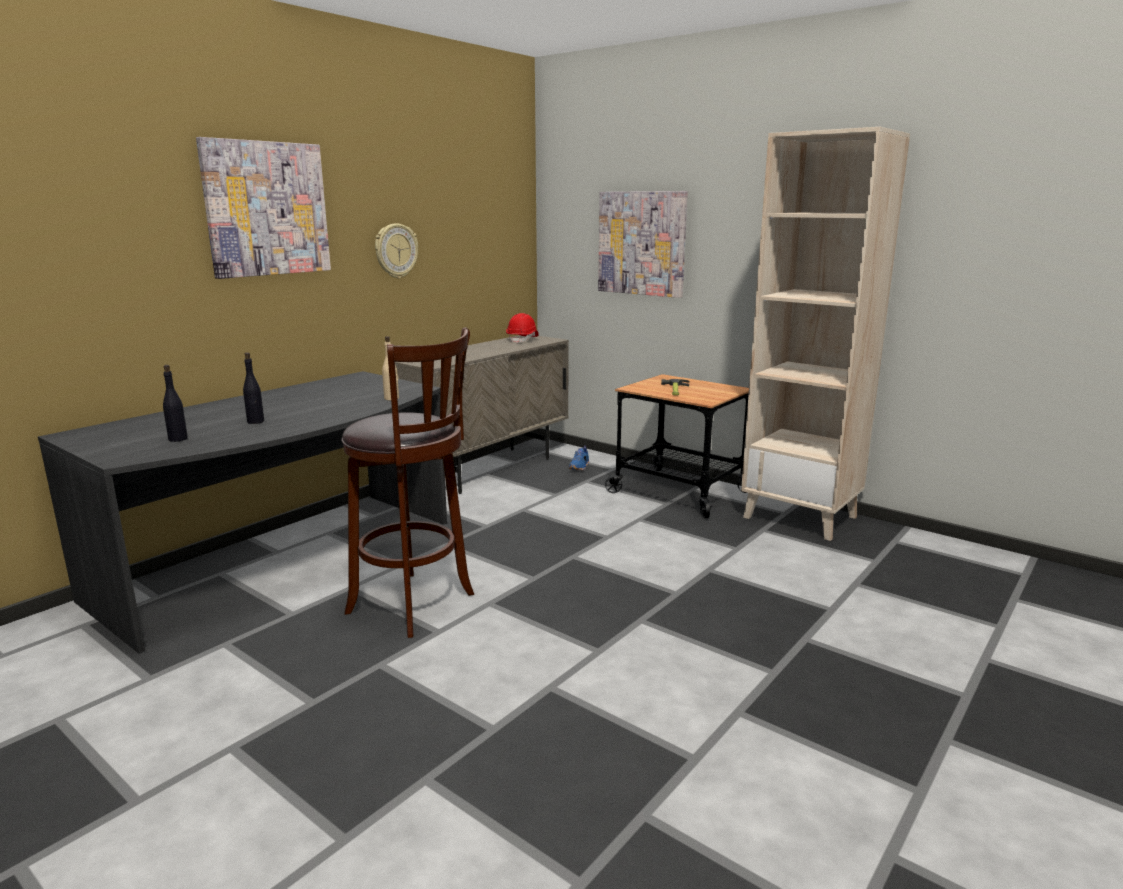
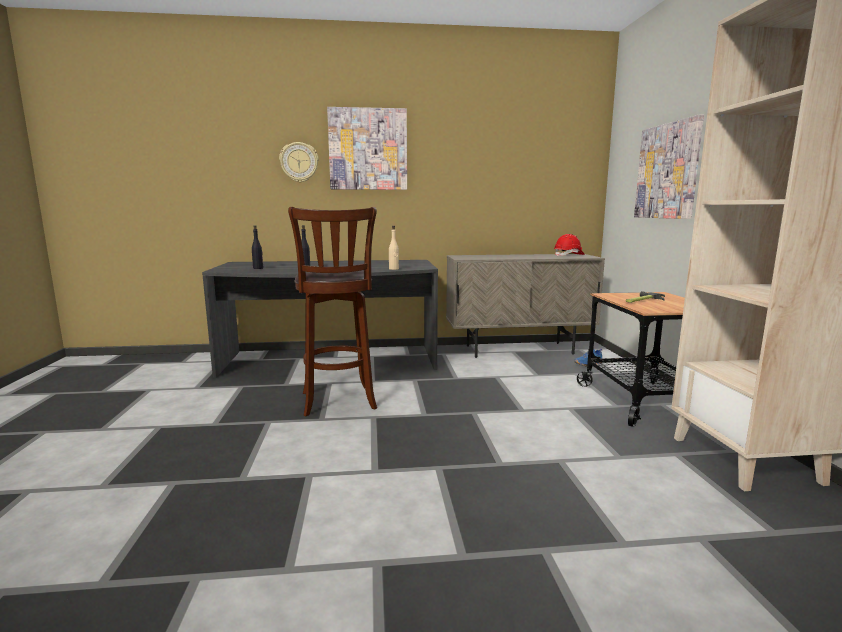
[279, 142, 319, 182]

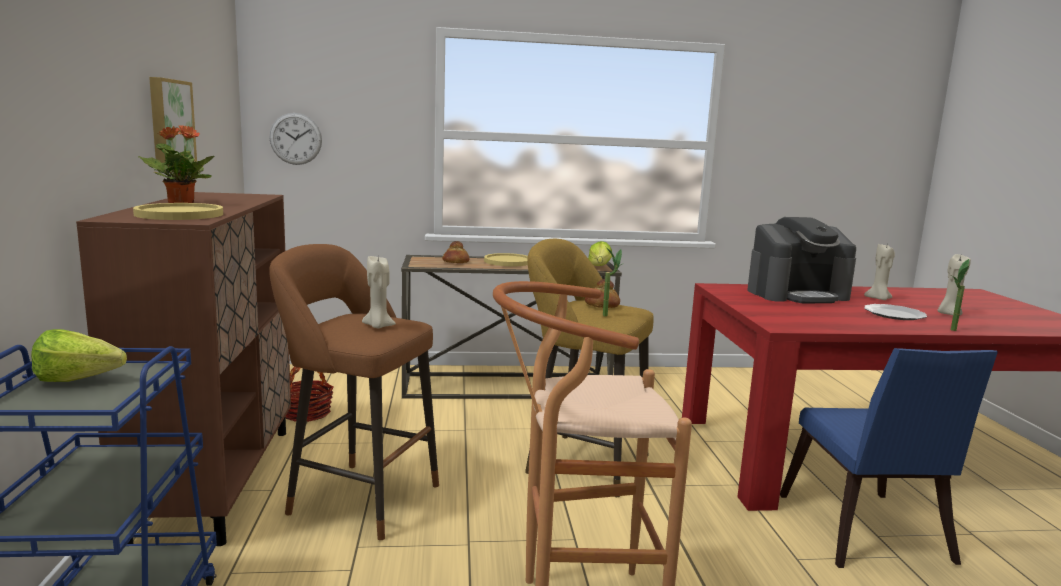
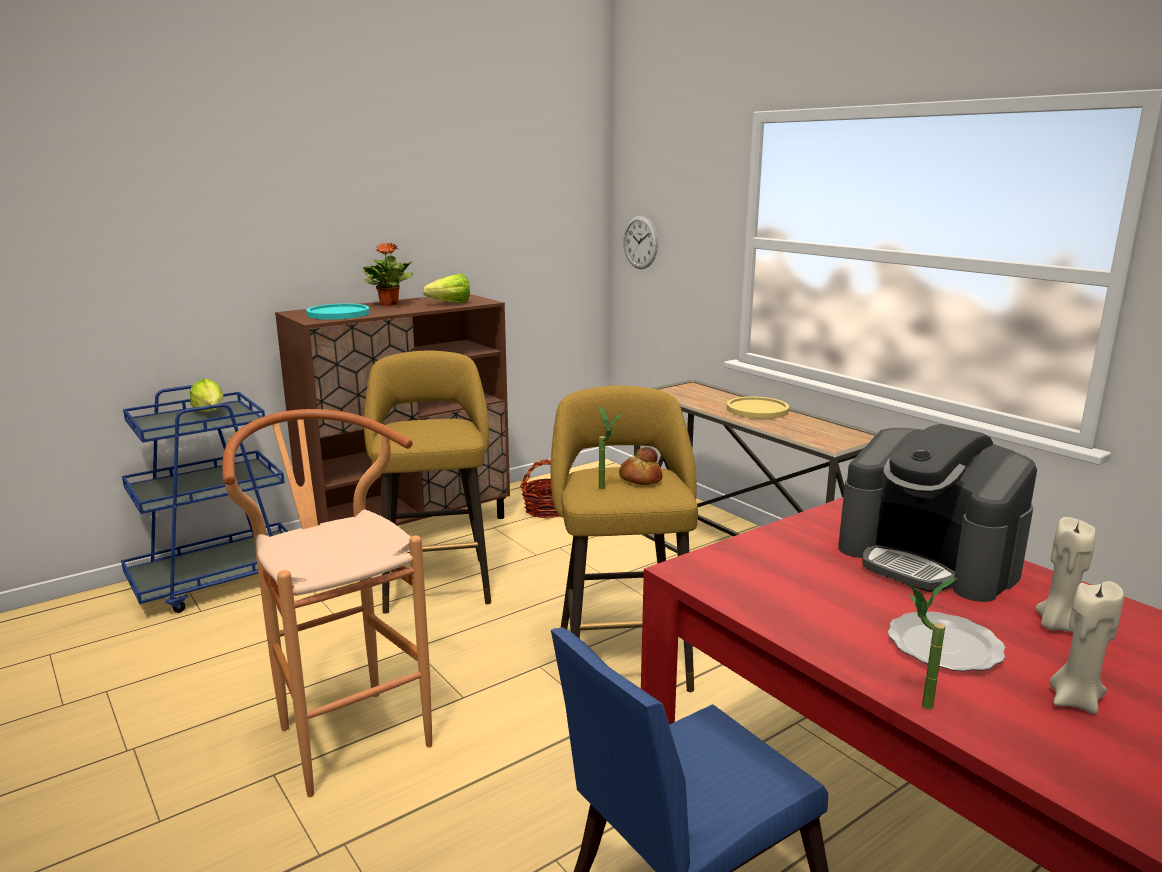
[149, 77, 197, 163] (first image)
[362, 256, 396, 328] (first image)
[442, 241, 469, 263] (first image)
[423, 274, 470, 303]
[306, 304, 370, 319]
[364, 351, 491, 614]

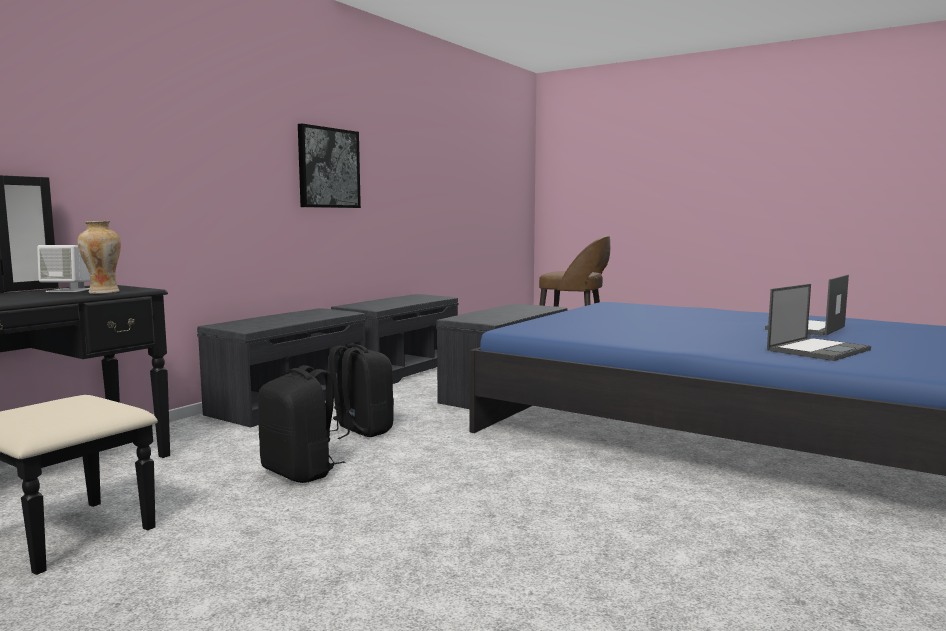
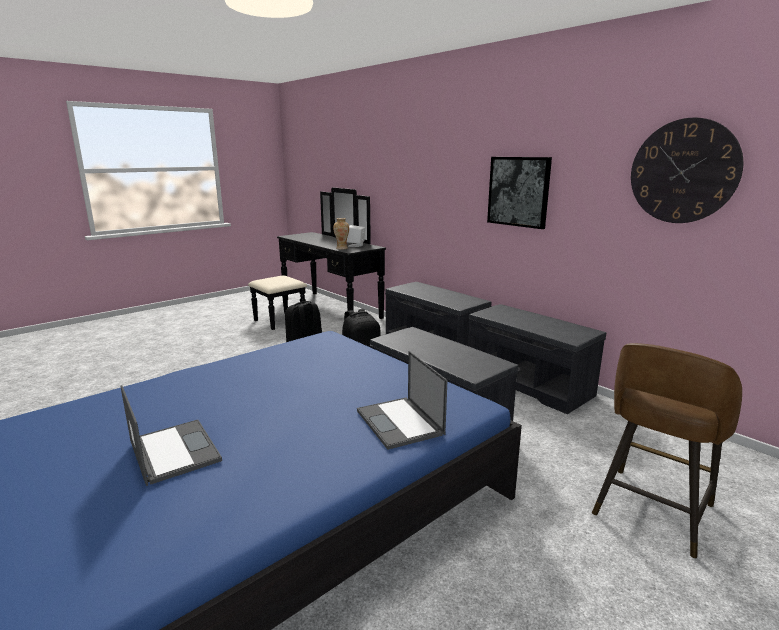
[631, 117, 743, 223]
[357, 351, 448, 450]

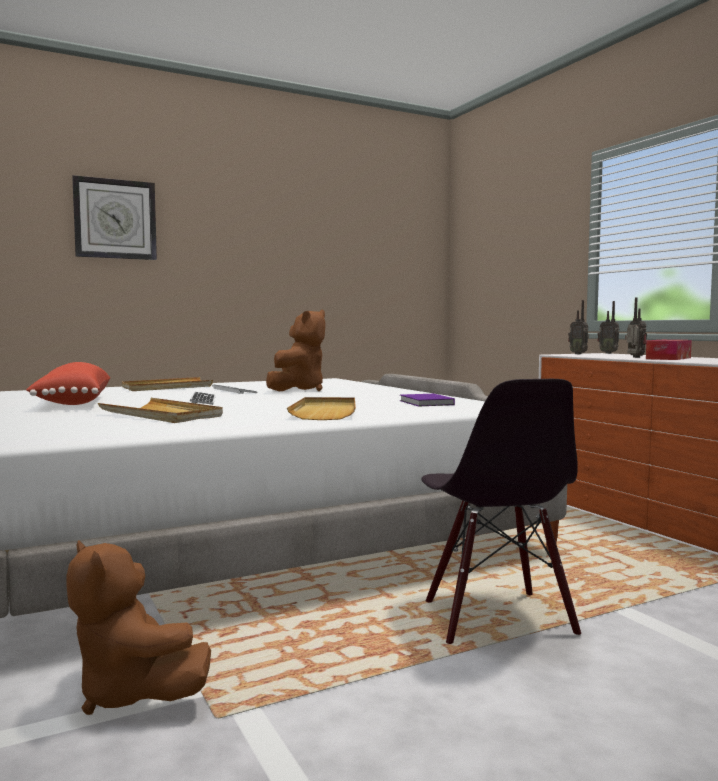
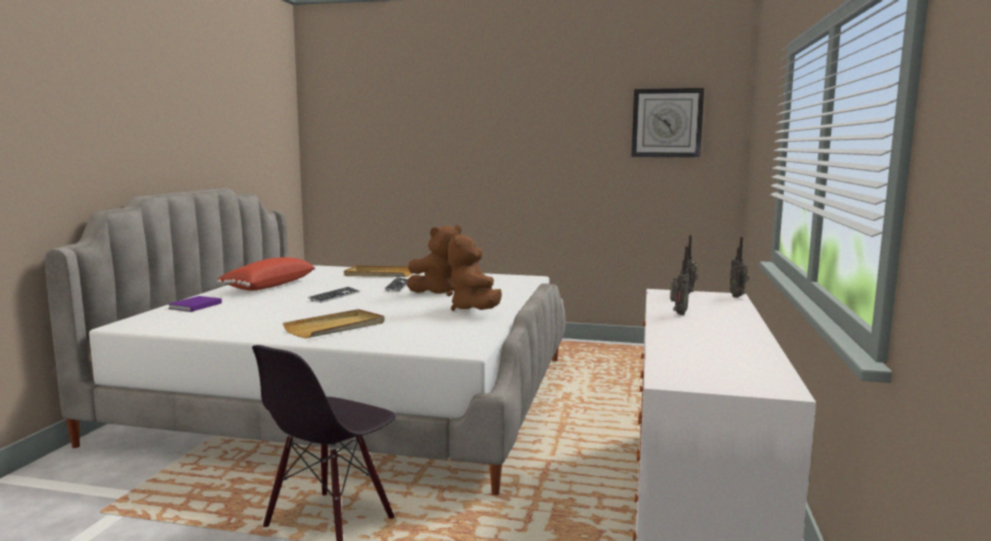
[98, 398, 223, 423] (first image)
[646, 340, 692, 360] (first image)
[448, 234, 502, 311]
[631, 88, 704, 158]
[168, 296, 222, 312]

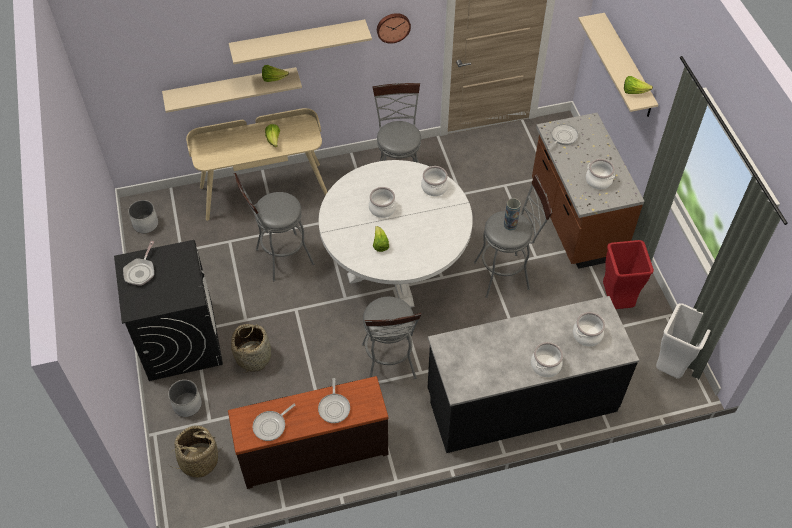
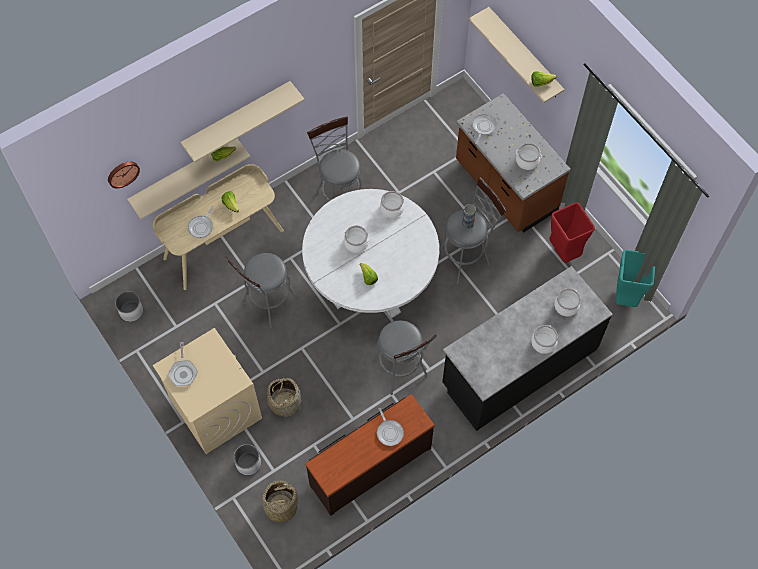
[188, 206, 214, 238]
[108, 162, 140, 188]
[153, 328, 262, 454]
[615, 250, 655, 307]

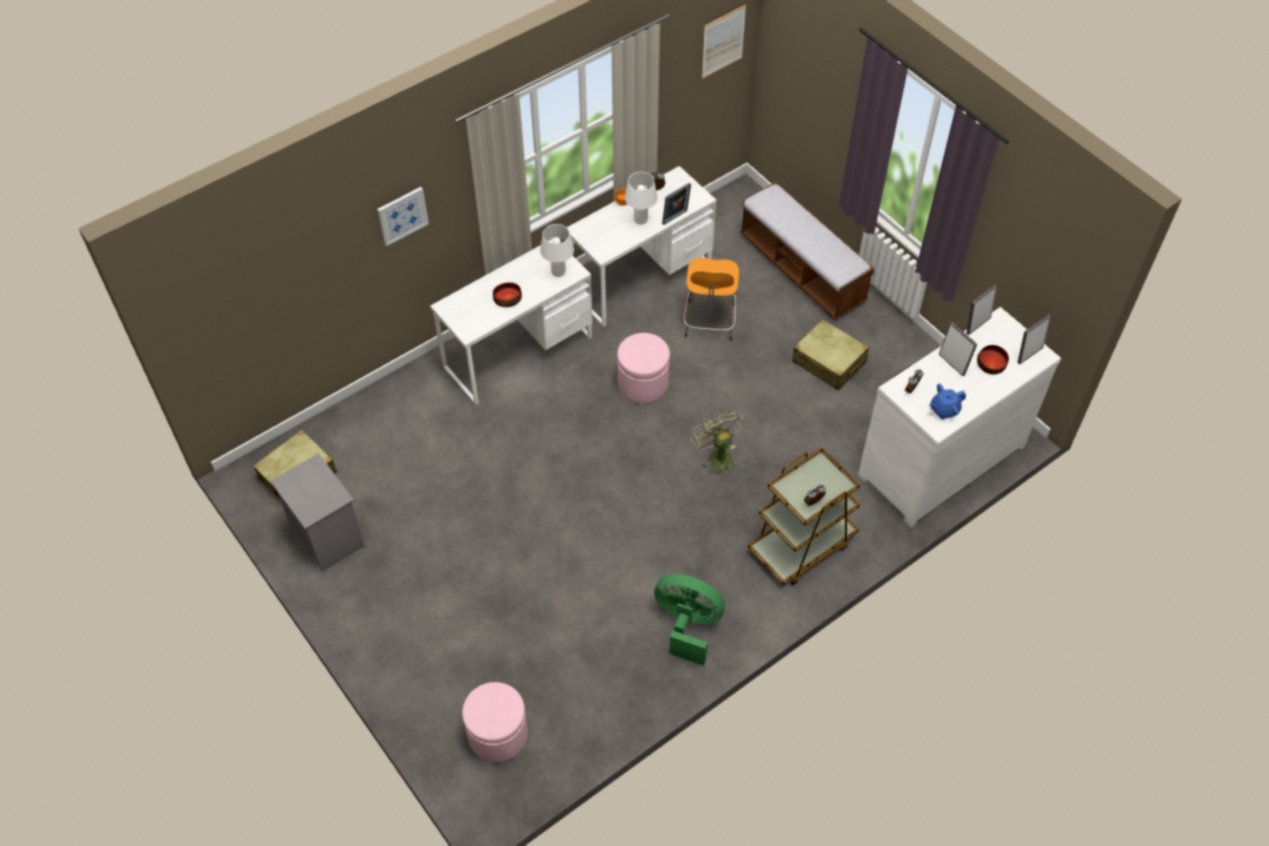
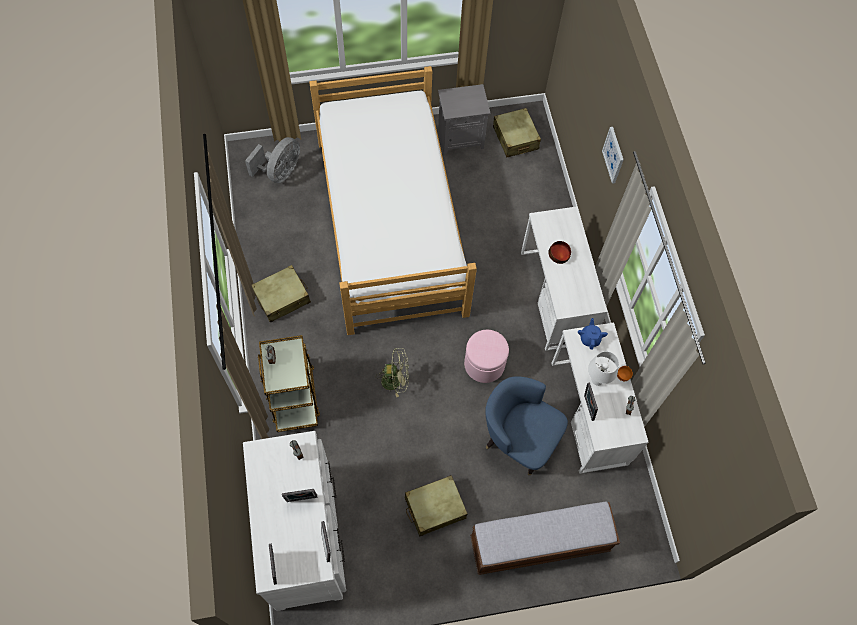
[540, 224, 574, 277] (first image)
[702, 5, 746, 79] (first image)
[977, 345, 1009, 374] (first image)
[309, 66, 477, 335]
[578, 318, 608, 350]
[245, 137, 300, 183]
[252, 265, 311, 323]
[485, 376, 568, 475]

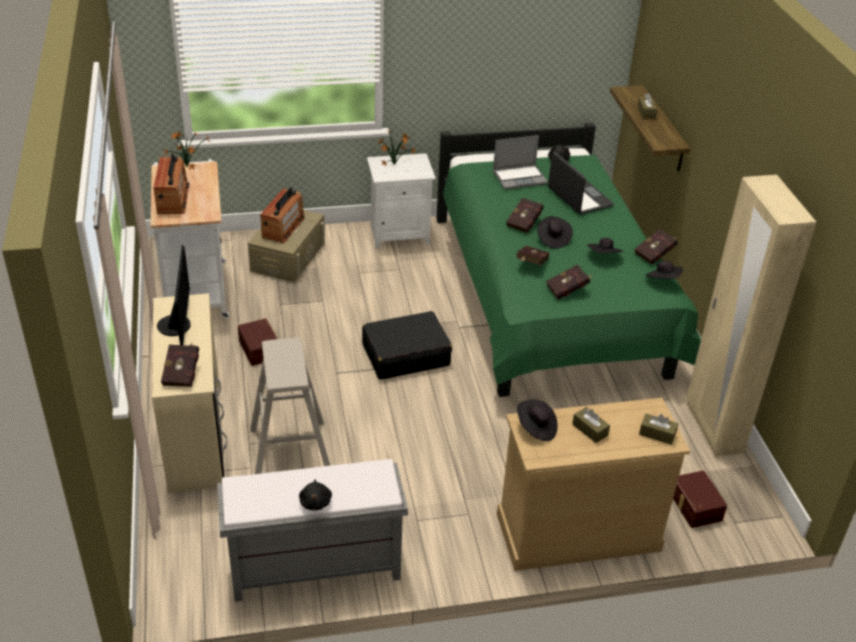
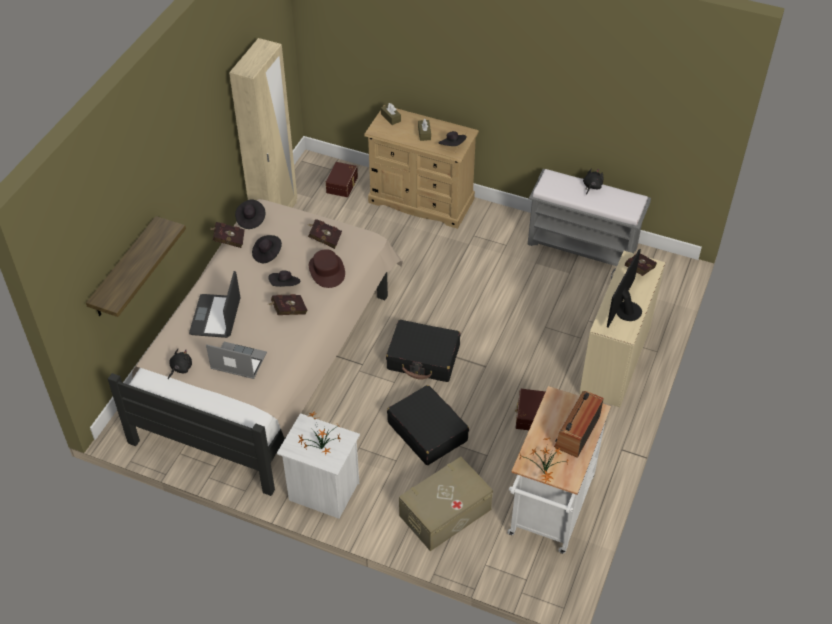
[250, 338, 330, 474] (first image)
[260, 187, 305, 243] (first image)
[638, 93, 658, 119] (first image)
[387, 385, 469, 465]
[309, 249, 345, 288]
[108, 199, 403, 496]

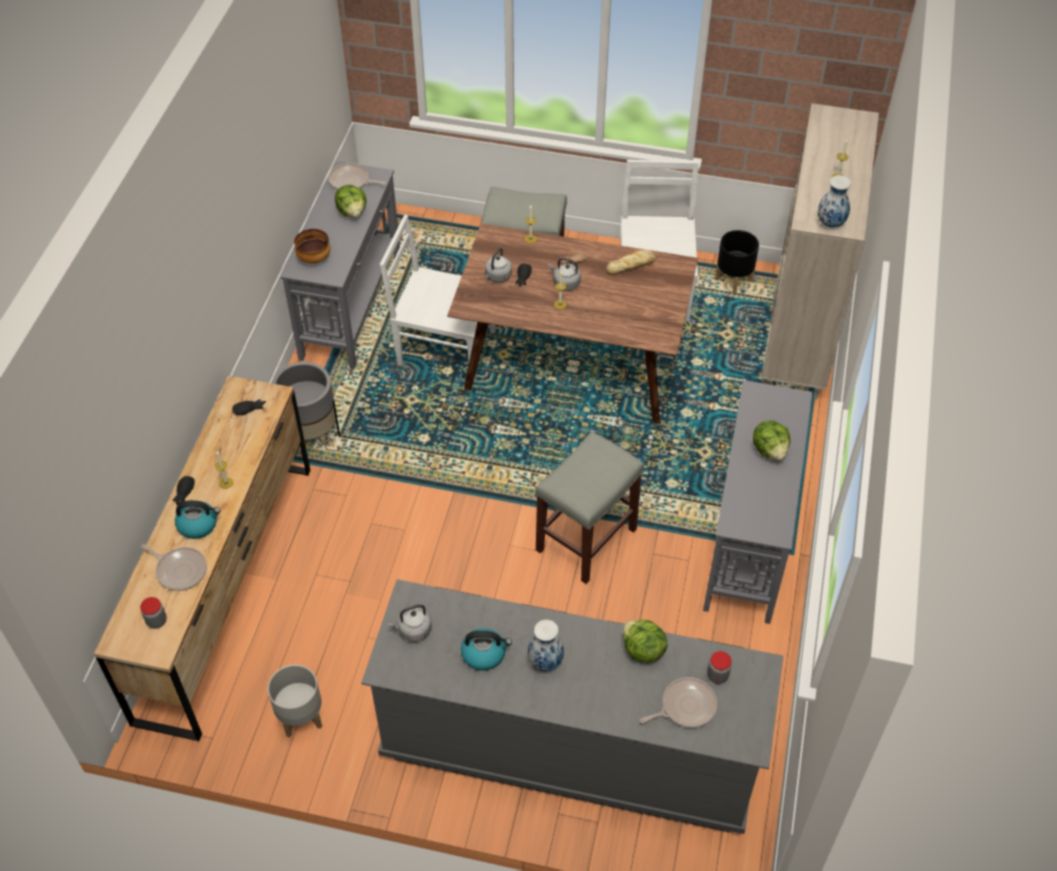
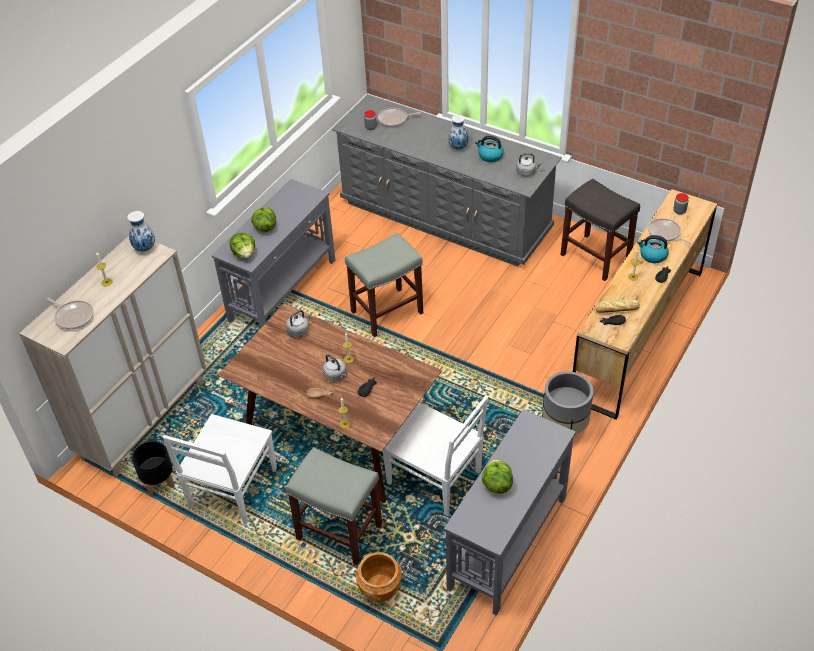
[294, 229, 330, 263] (first image)
[356, 552, 402, 602]
[46, 297, 94, 330]
[286, 310, 312, 337]
[596, 299, 640, 313]
[230, 233, 255, 258]
[560, 179, 640, 281]

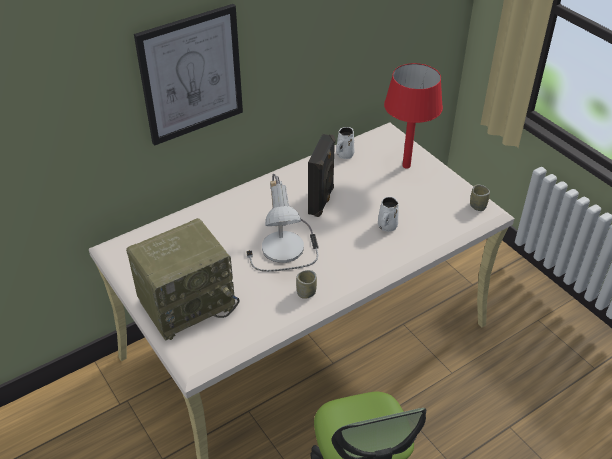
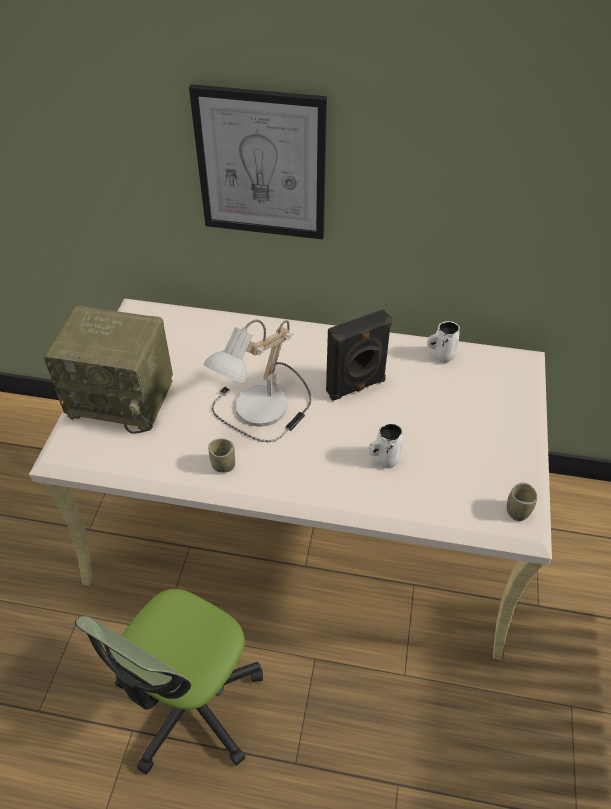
[384, 63, 443, 169] (first image)

